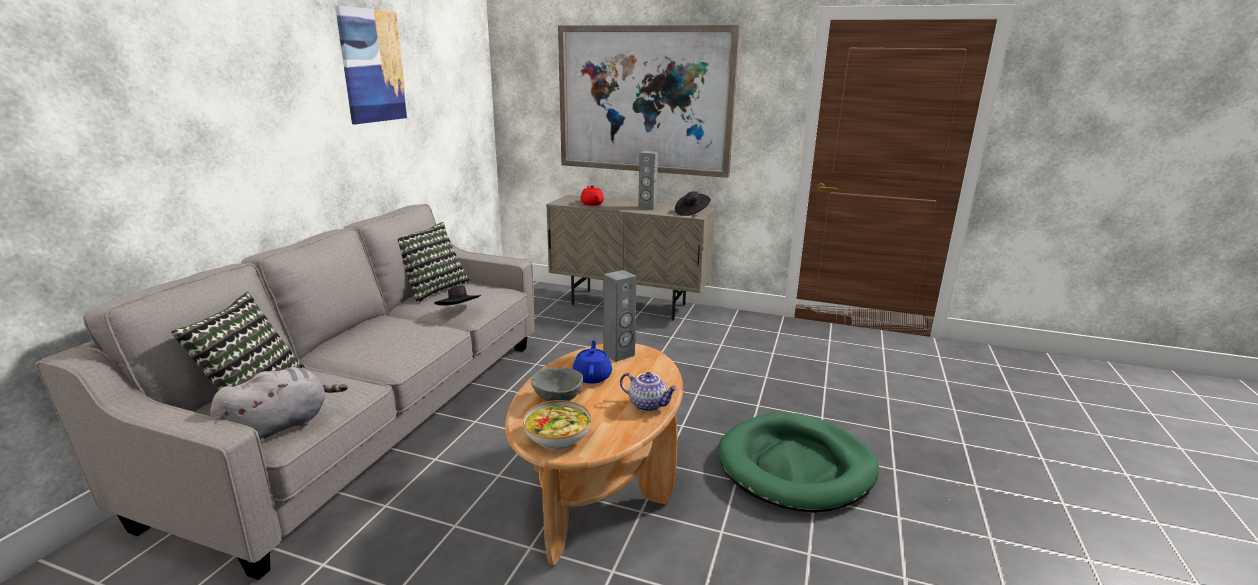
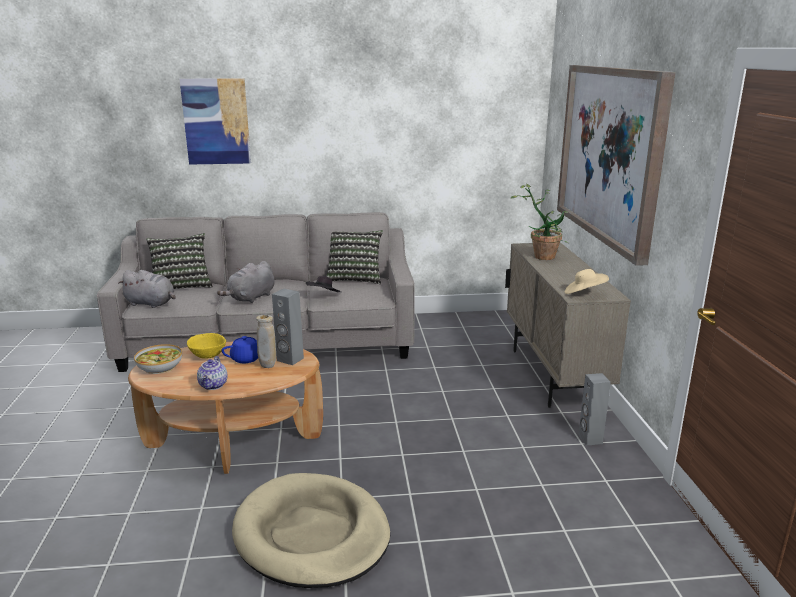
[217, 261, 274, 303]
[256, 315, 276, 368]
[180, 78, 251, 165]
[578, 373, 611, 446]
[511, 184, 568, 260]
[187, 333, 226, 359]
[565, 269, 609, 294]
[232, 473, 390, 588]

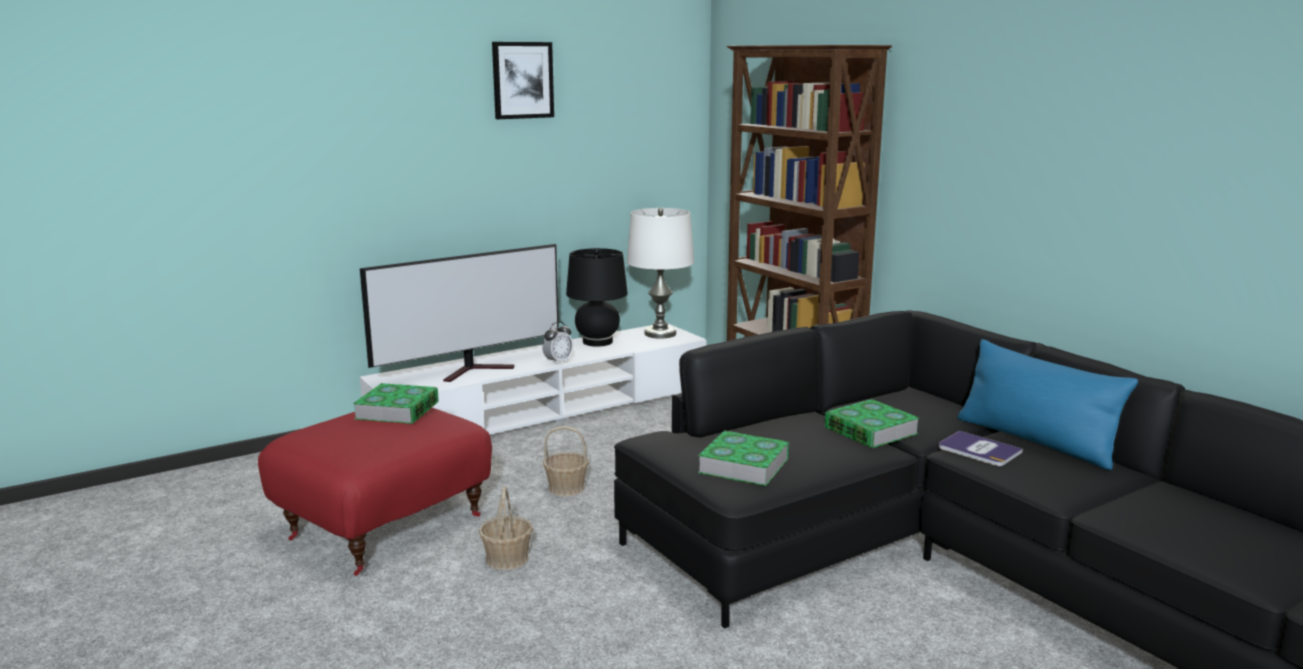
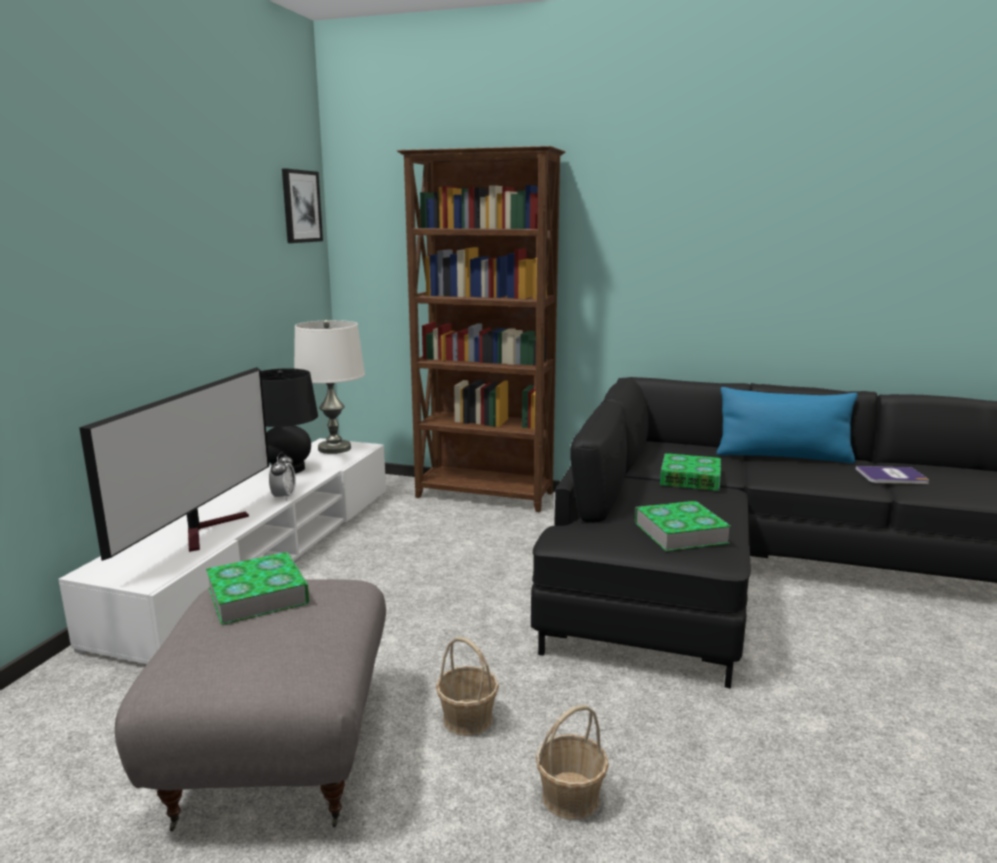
[282, 169, 323, 243]
[536, 705, 609, 820]
[856, 466, 929, 484]
[115, 579, 386, 831]

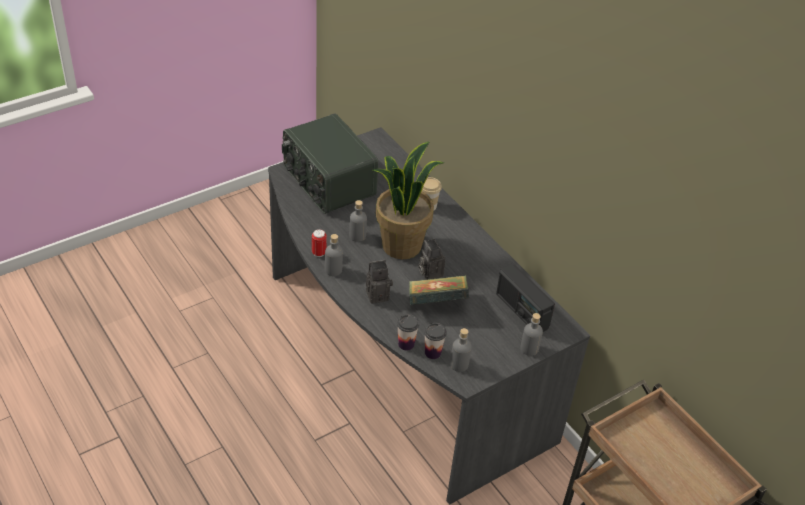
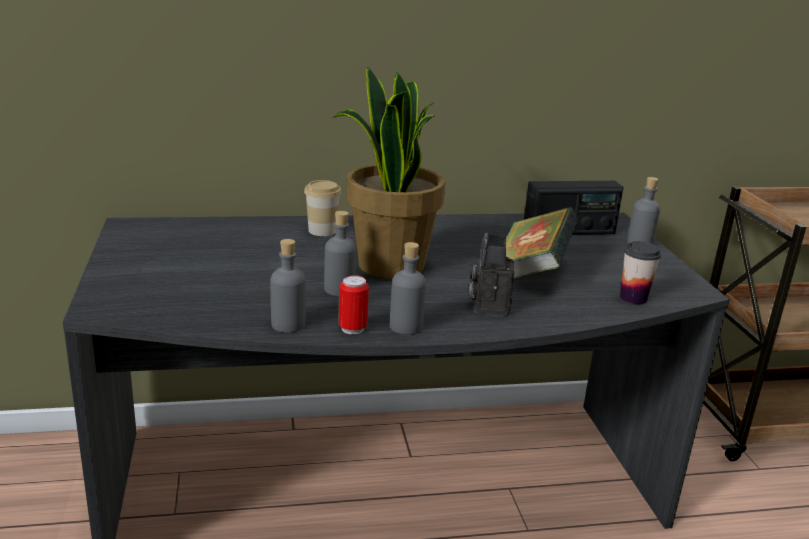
[282, 113, 378, 214] (first image)
[397, 314, 419, 351] (first image)
[418, 239, 445, 280] (first image)
[271, 239, 306, 333]

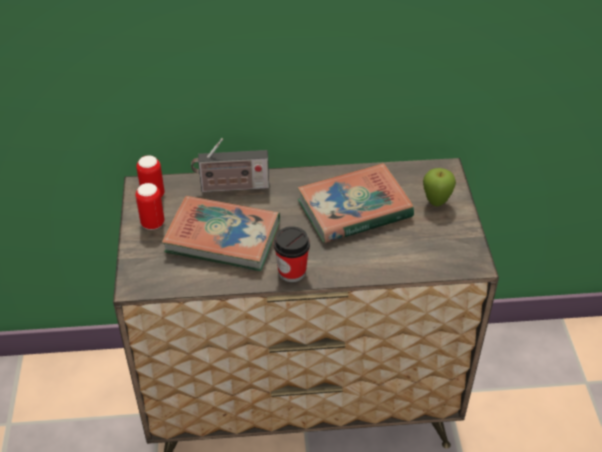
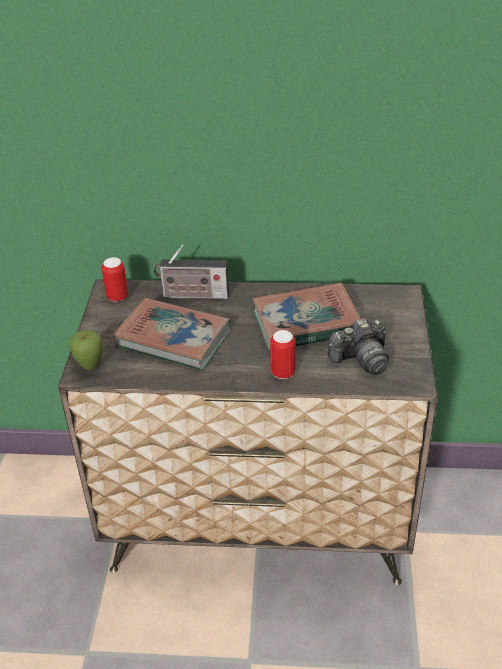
[274, 226, 310, 282] (first image)
[328, 319, 389, 375]
[270, 330, 296, 379]
[69, 330, 104, 370]

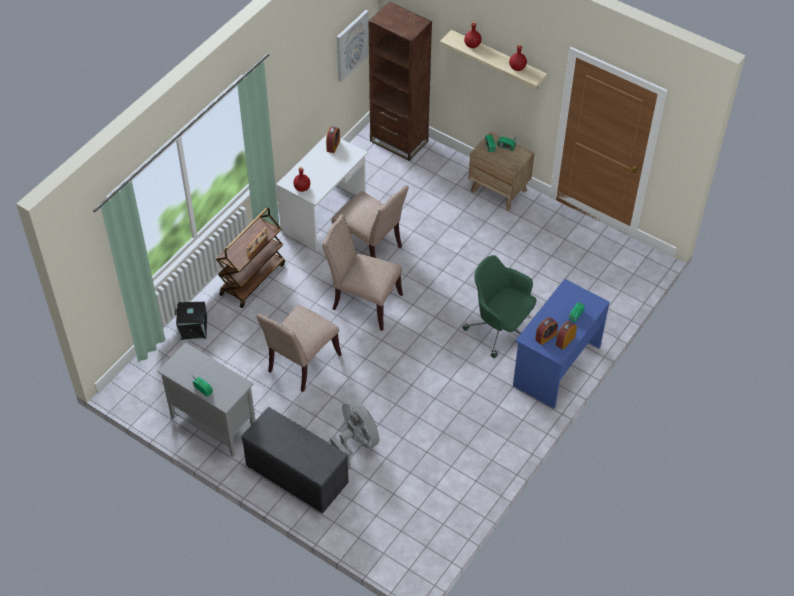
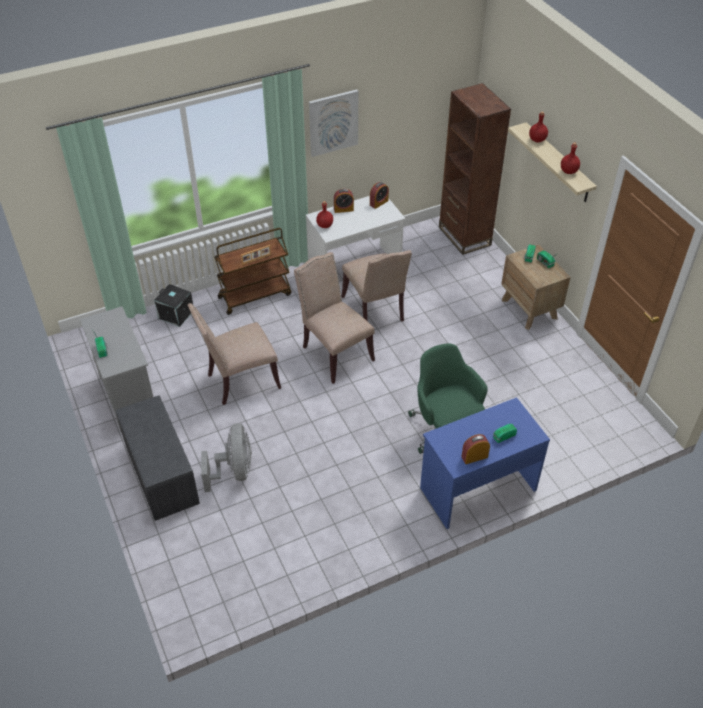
[309, 89, 358, 157]
[334, 189, 354, 213]

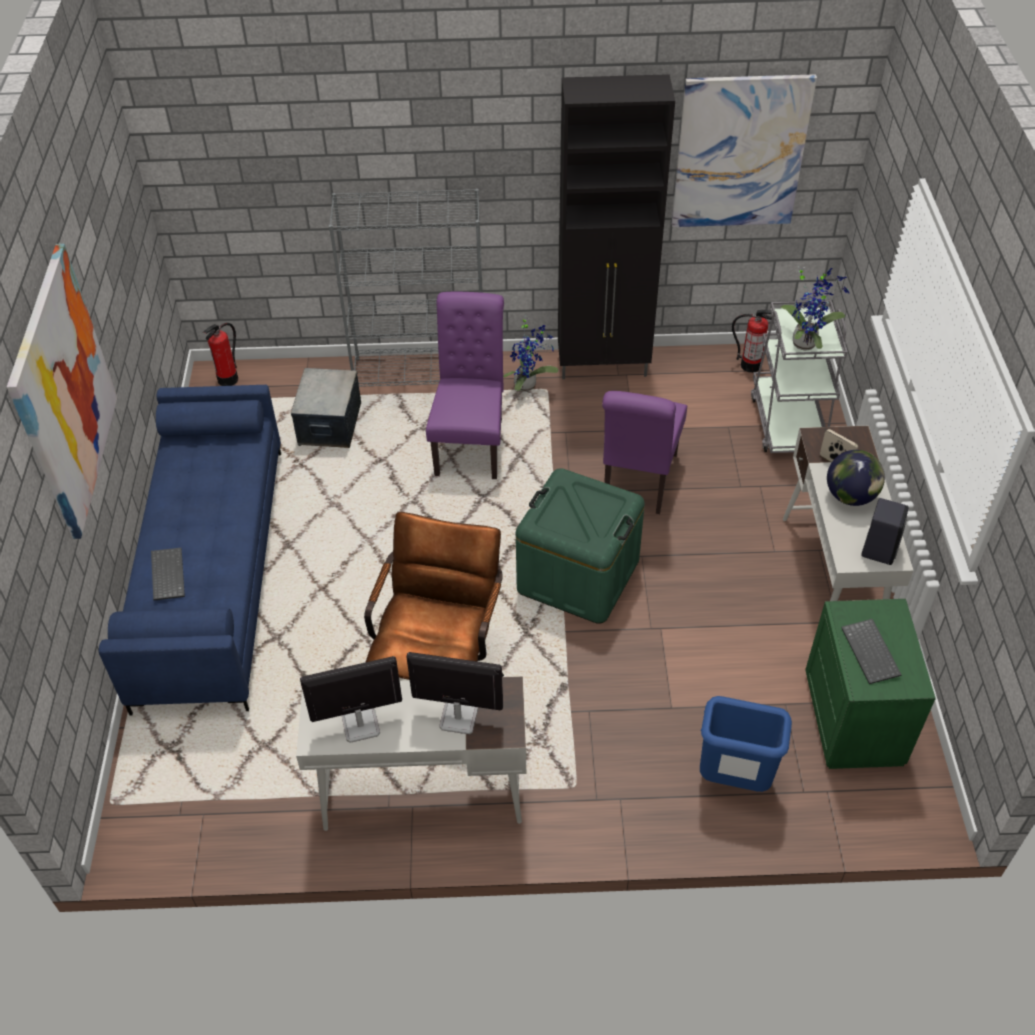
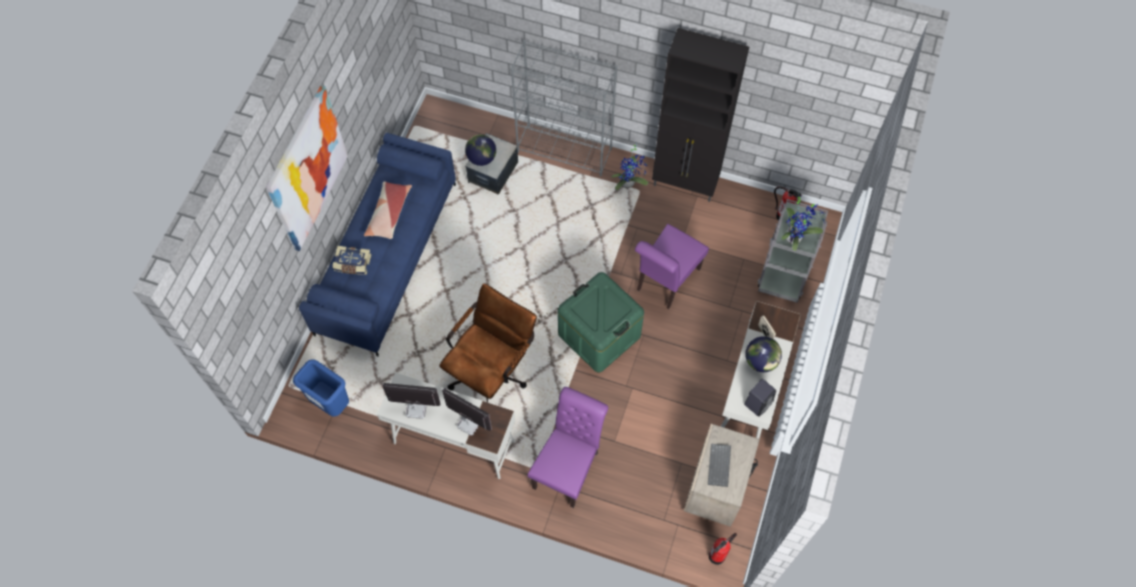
[672, 74, 817, 227] (first image)
[364, 182, 412, 239]
[465, 134, 496, 166]
[709, 533, 737, 565]
[528, 387, 608, 508]
[293, 359, 349, 416]
[333, 246, 371, 275]
[684, 424, 760, 527]

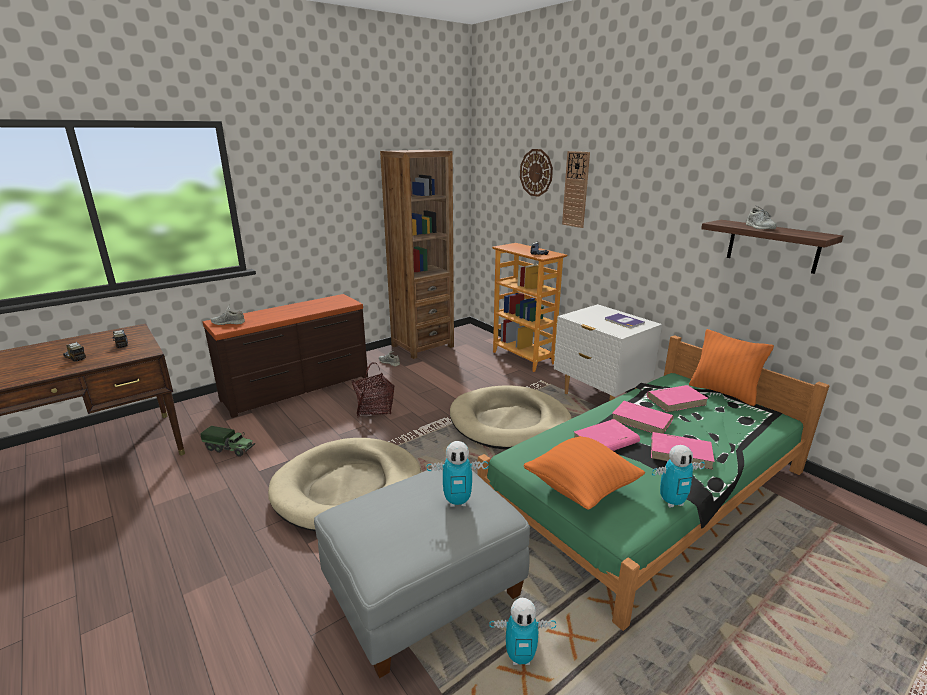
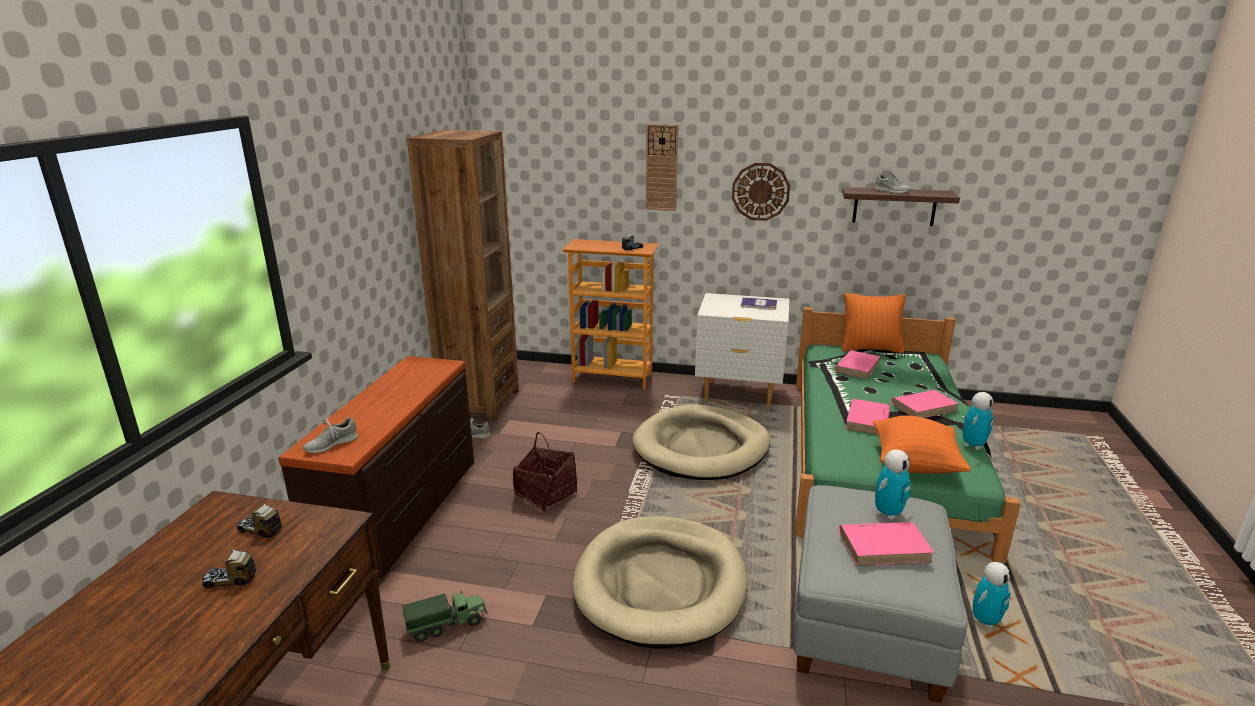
[732, 163, 790, 221]
[839, 522, 934, 566]

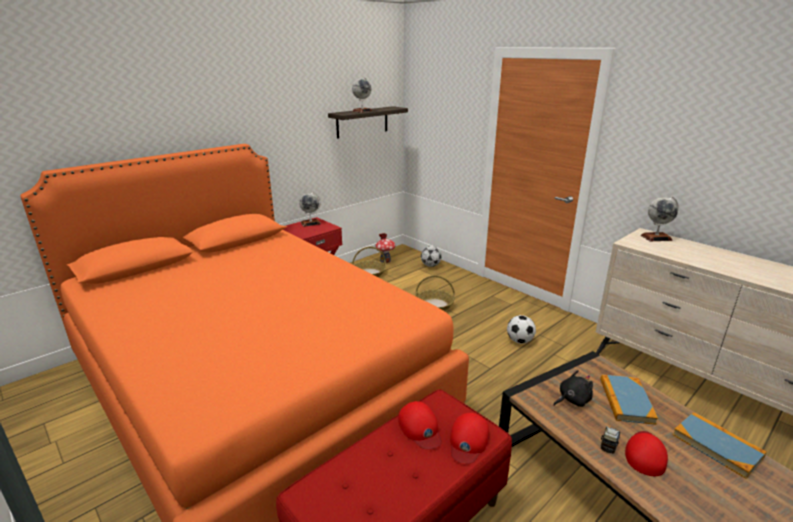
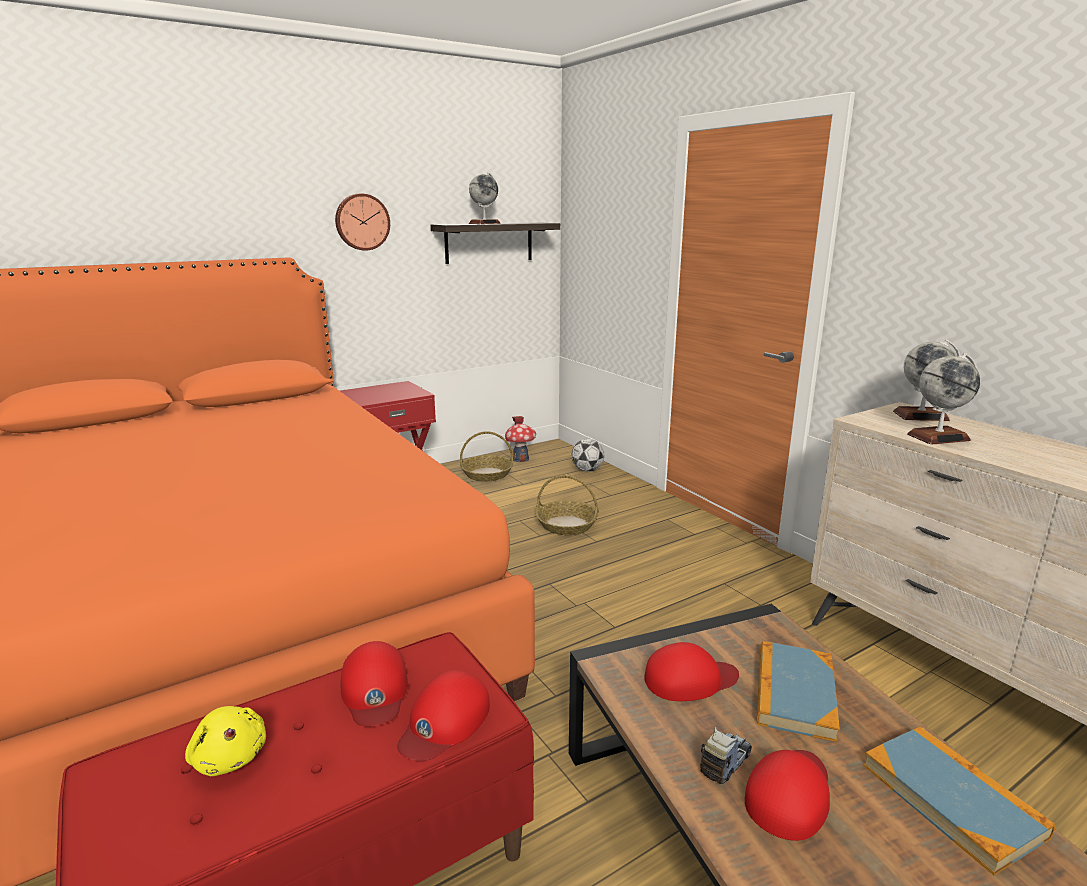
[507, 315, 536, 344] (first image)
[185, 706, 266, 776]
[335, 194, 390, 251]
[907, 353, 980, 445]
[644, 642, 739, 701]

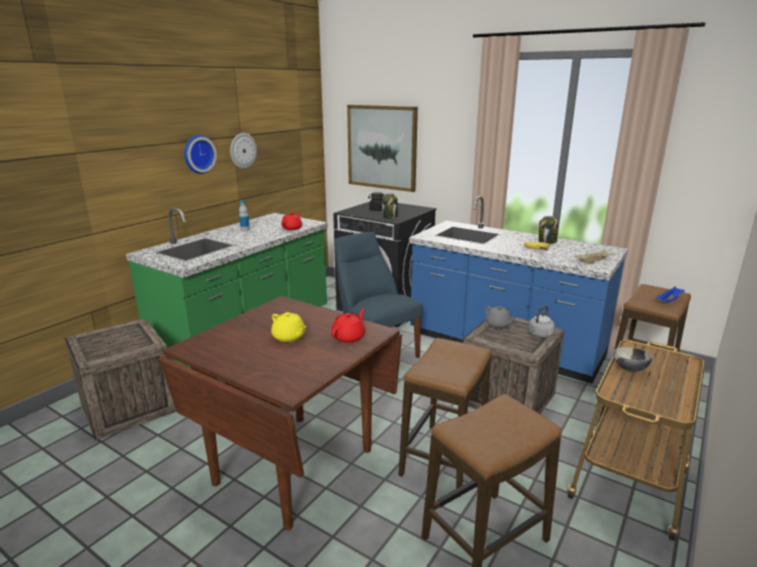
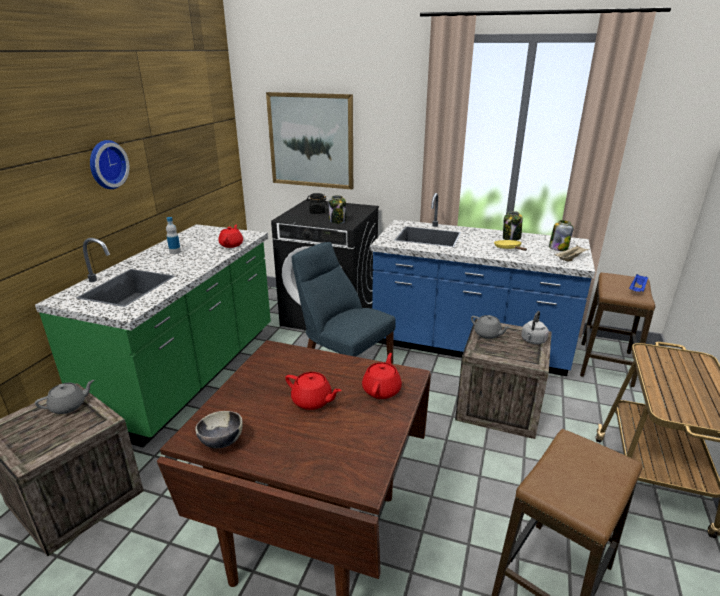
[230, 133, 257, 169] (first image)
[398, 338, 492, 497] (first image)
[35, 380, 94, 414]
[549, 220, 574, 251]
[195, 411, 243, 448]
[285, 372, 342, 410]

